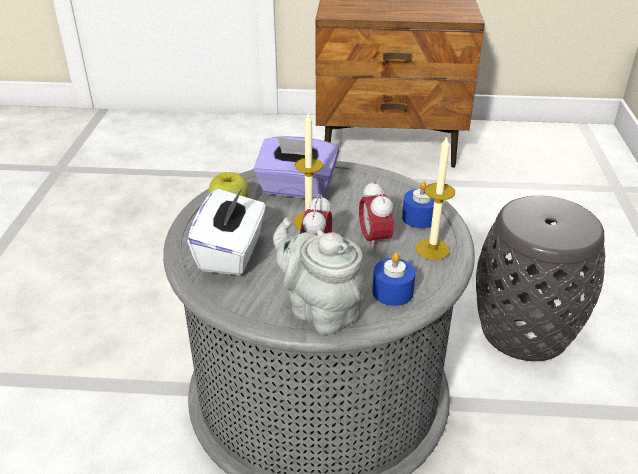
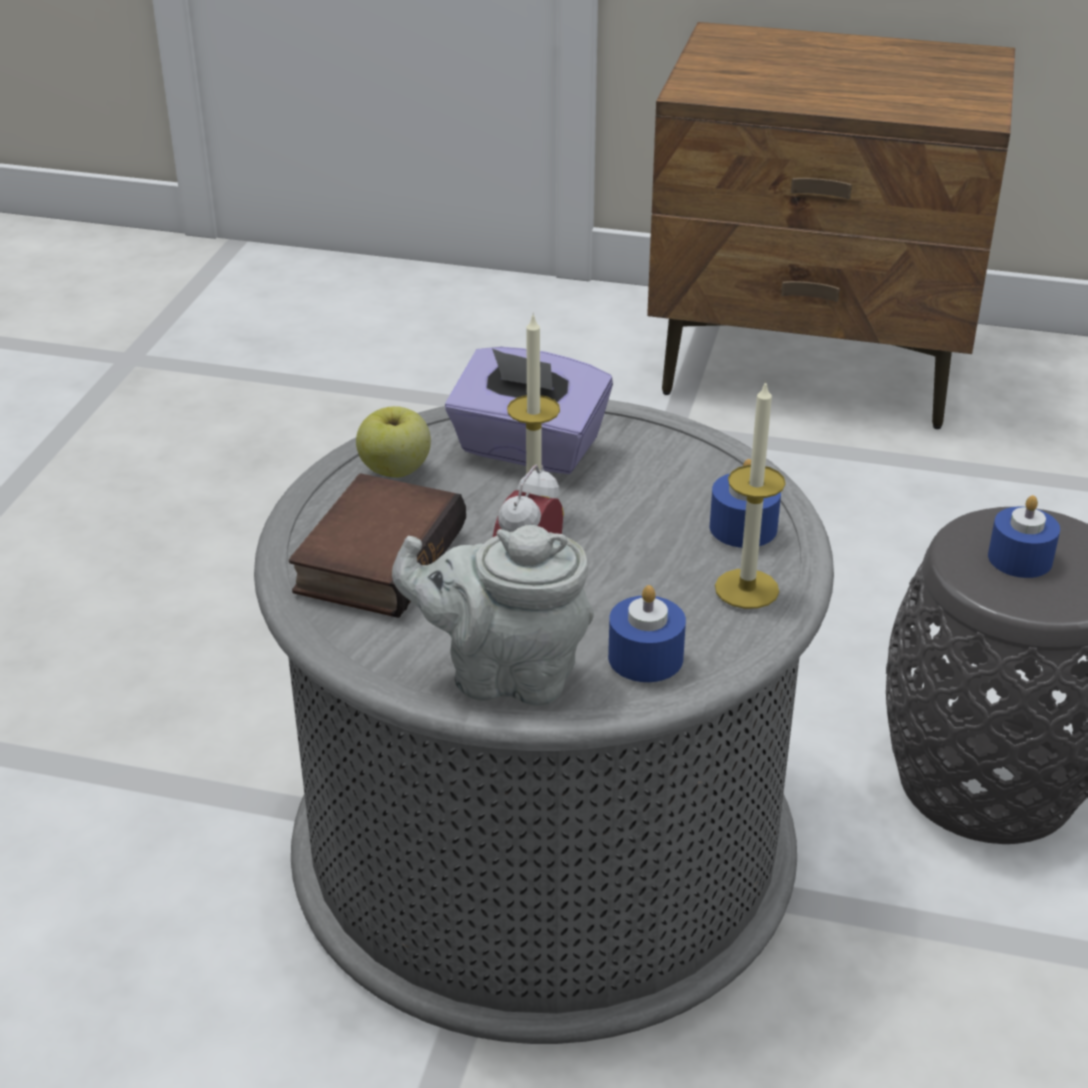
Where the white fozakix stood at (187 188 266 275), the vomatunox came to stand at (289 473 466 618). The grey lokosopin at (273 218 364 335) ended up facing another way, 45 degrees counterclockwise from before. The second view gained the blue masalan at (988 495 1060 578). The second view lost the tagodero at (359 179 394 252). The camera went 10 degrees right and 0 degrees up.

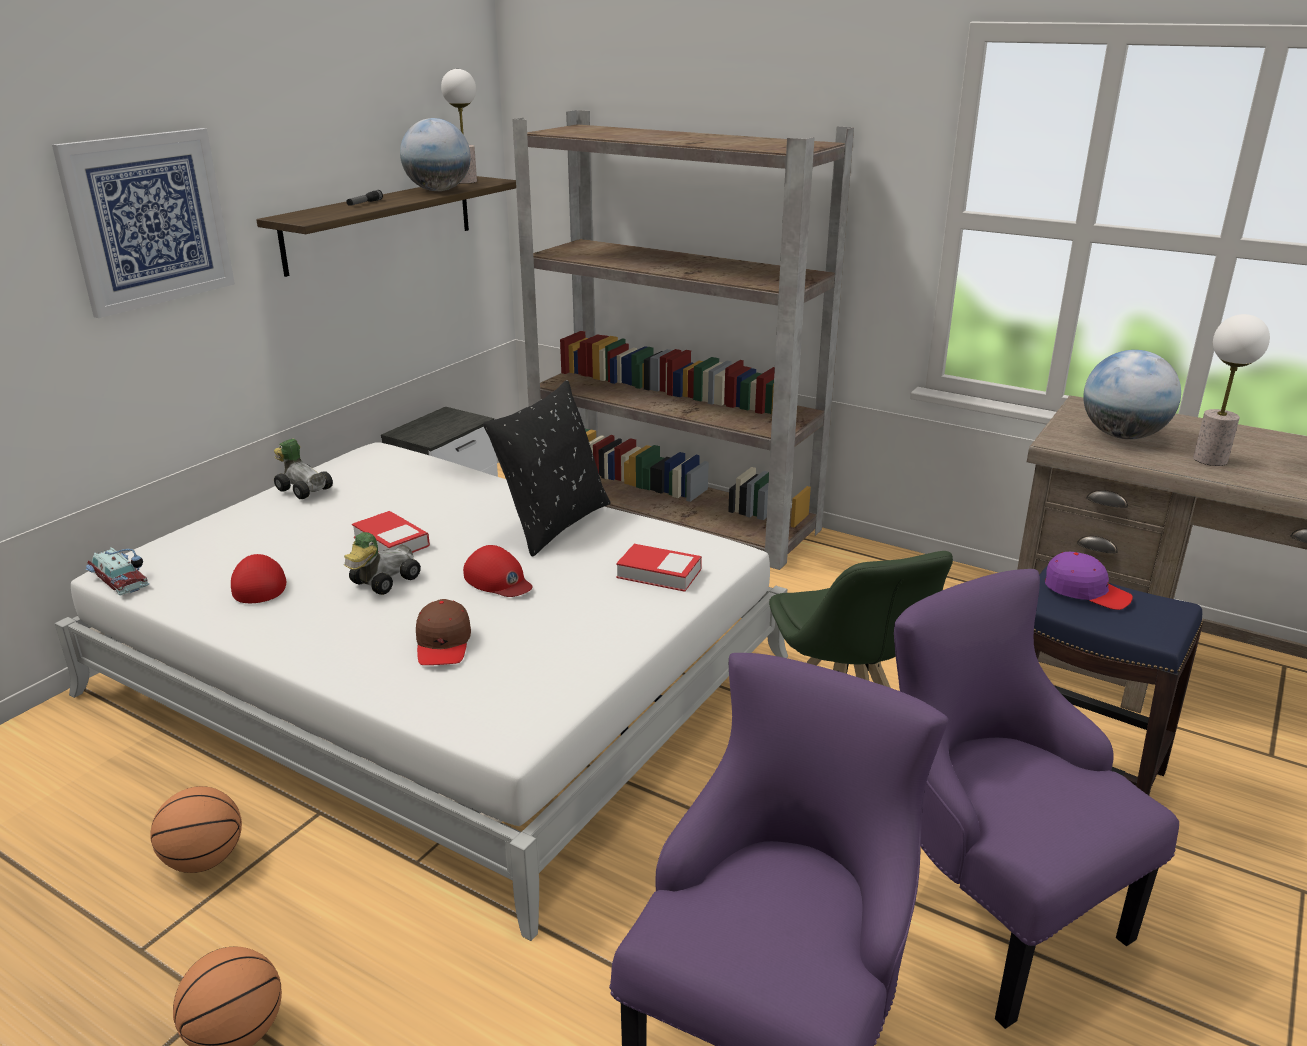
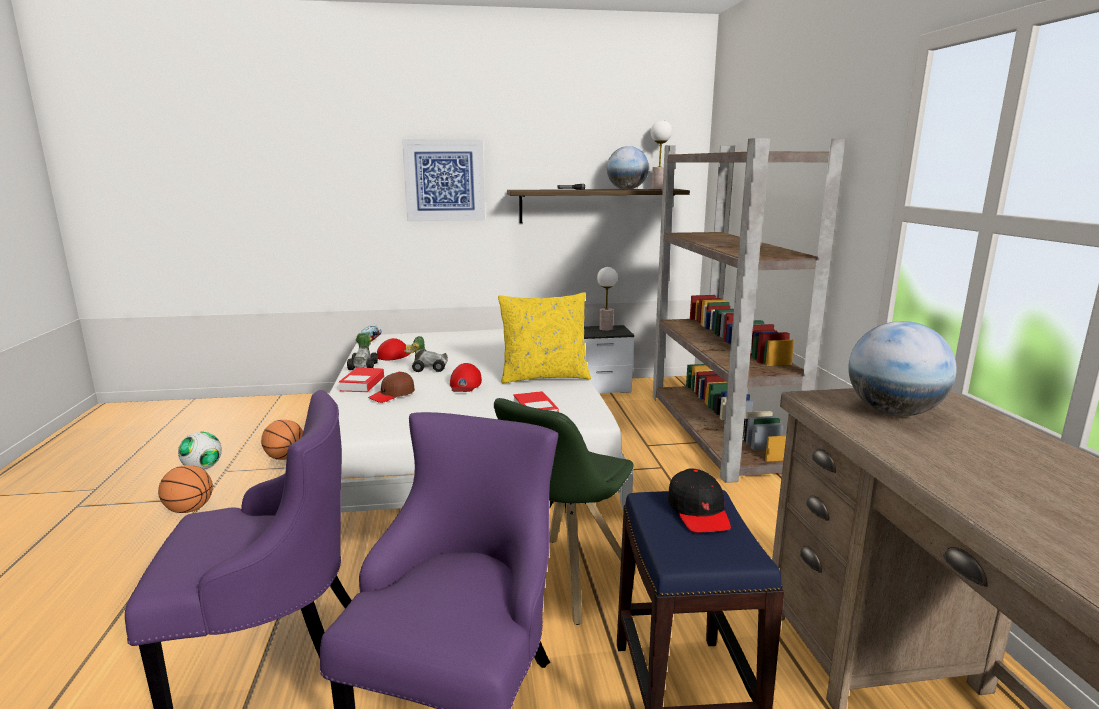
The second view gained the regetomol at (178 432 222 470). The vomatunox ended up elsewhere, having gone from (352 511 430 553) to (339 368 384 392). The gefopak ended up elsewhere, having gone from (274 439 333 499) to (347 333 378 370). What was the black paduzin at (483 380 610 556) turned into the yellow paduzin at (498 292 591 384). The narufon ended up elsewhere, having gone from (1193 314 1270 466) to (597 267 618 331). What was the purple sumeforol at (1045 552 1133 610) turned into the black sumeforol at (668 468 731 533). The camera went 50 degrees right and 10 degrees down.

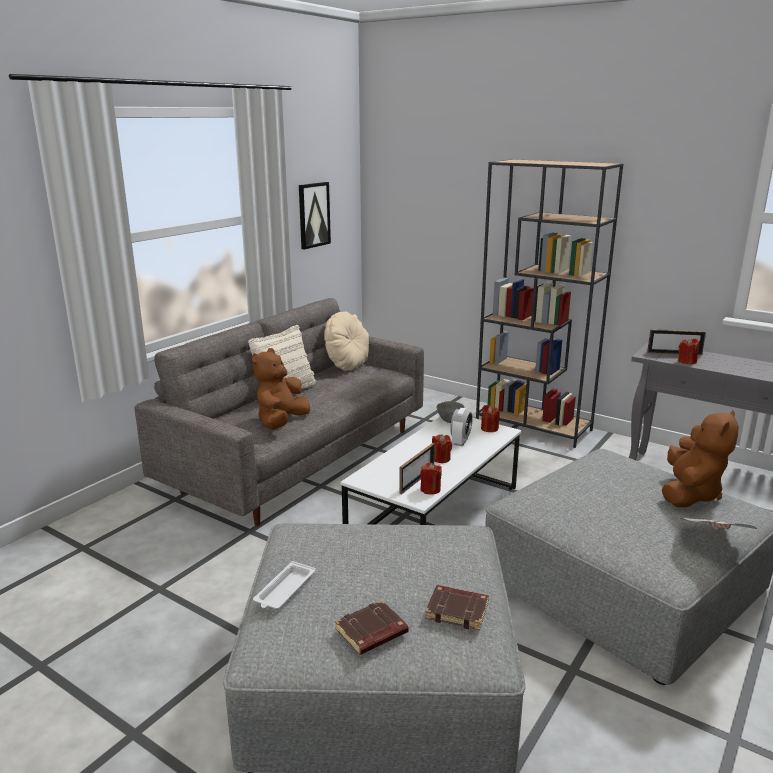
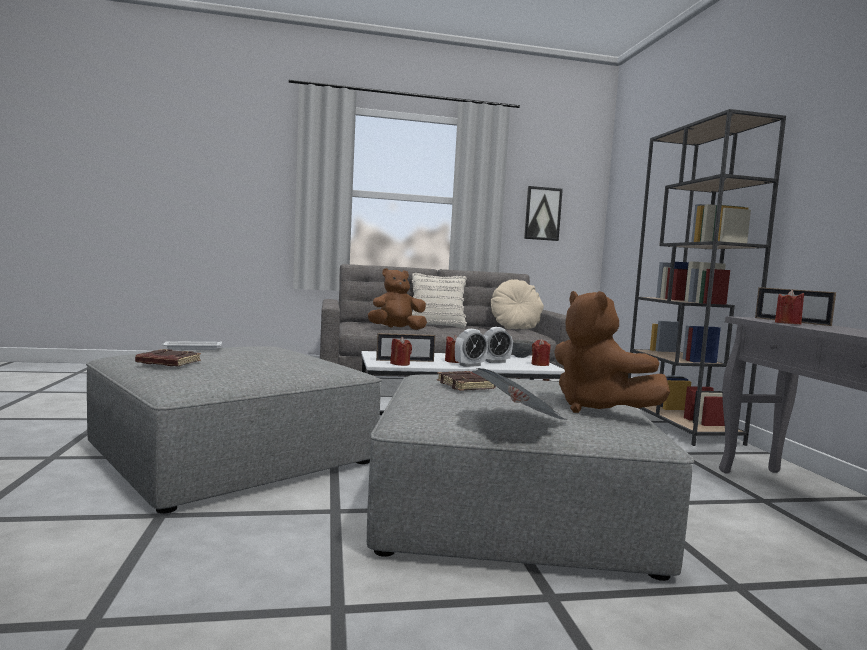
The brown vomatunox ended up elsewhere, having gone from (425 585 489 630) to (437 371 496 391). The second view gained the tagodero at (455 329 488 367). The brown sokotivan at (662 410 739 507) ended up facing another way, 75 degrees clockwise from before. The camera went 45 degrees right and 15 degrees down.

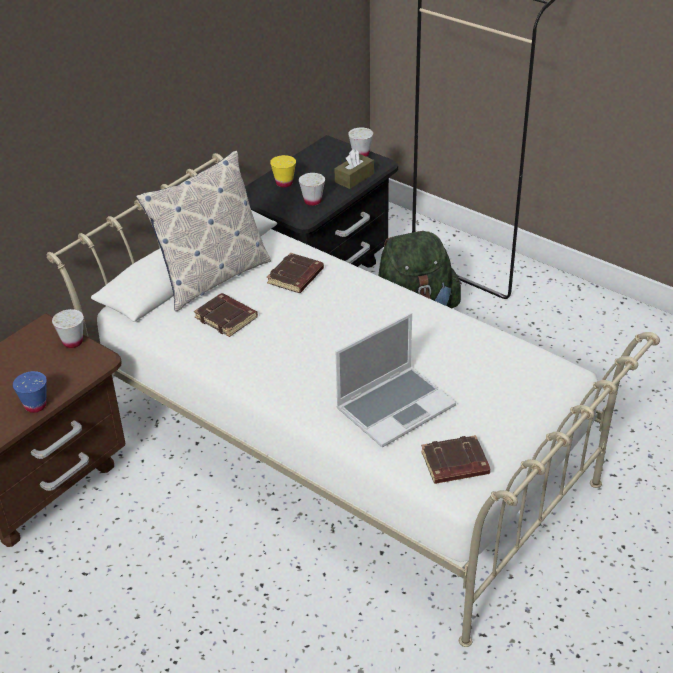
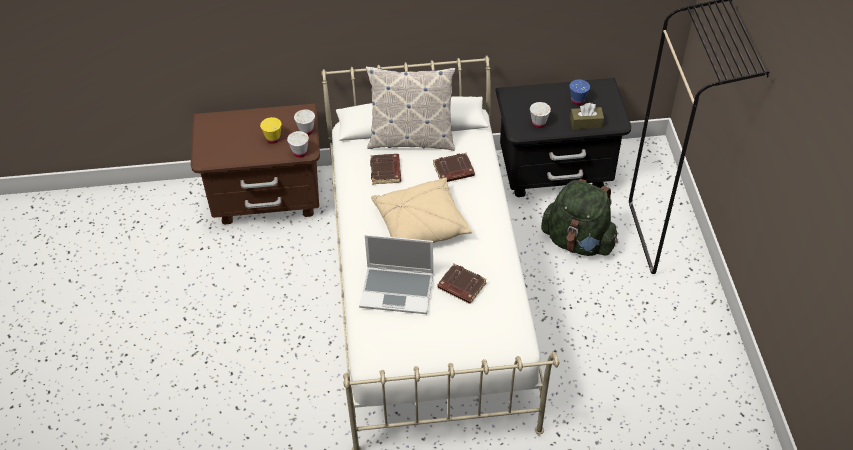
The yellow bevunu ended up elsewhere, having gone from (270 155 296 187) to (260 117 281 144). The white bevunu ended up elsewhere, having gone from (348 128 373 157) to (287 131 309 158). The second view gained the beige paduzin at (371 177 473 243). The brown vomatunox ended up elsewhere, having gone from (421 435 490 484) to (437 264 487 304). The blue bevunu ended up elsewhere, having gone from (13 371 47 413) to (570 79 590 105). The camera went 45 degrees right and 10 degrees up.

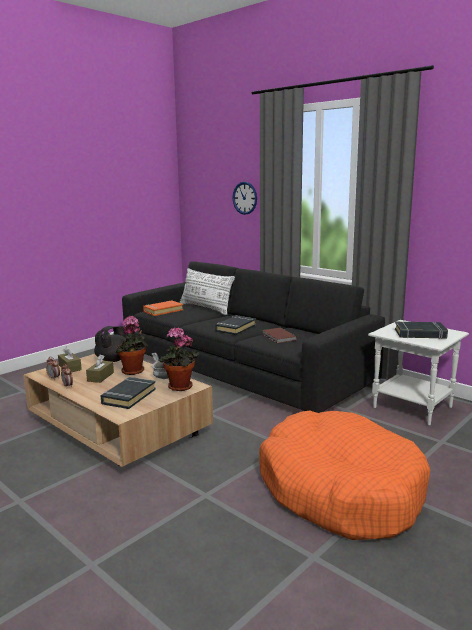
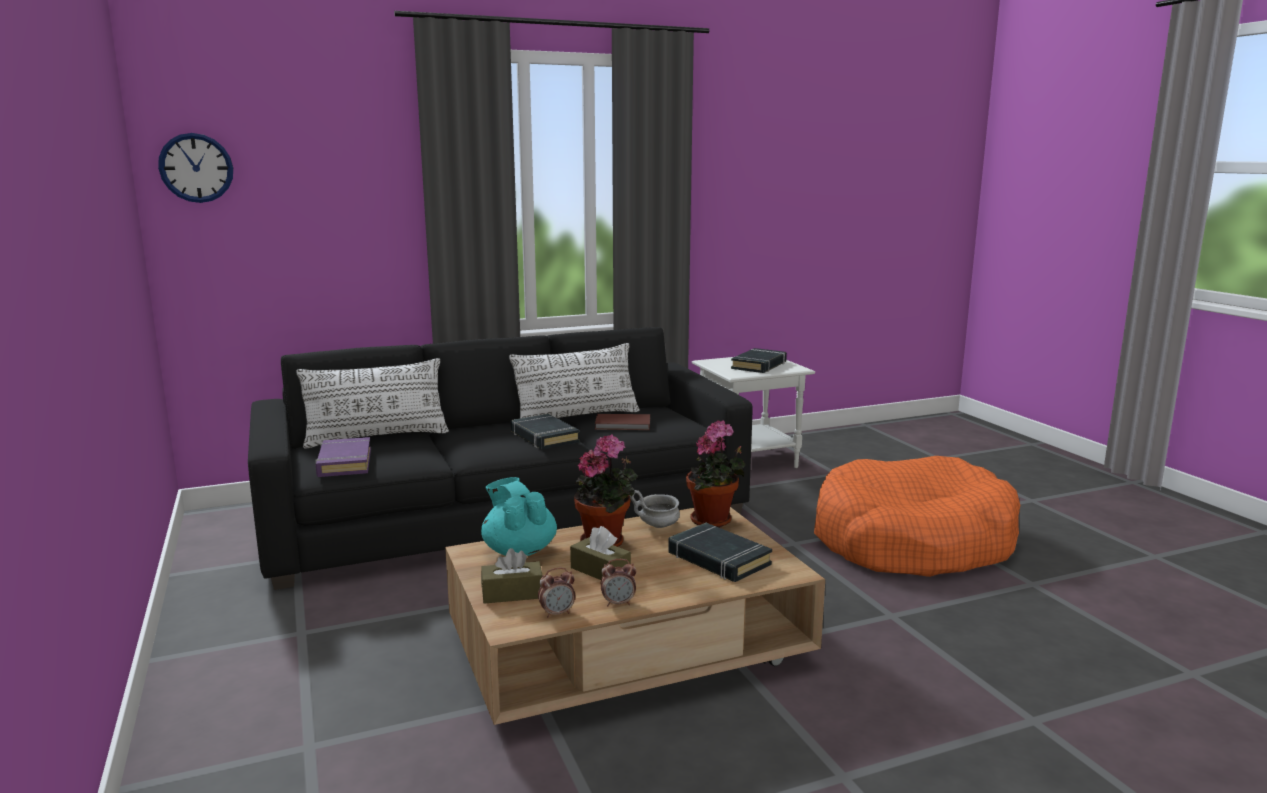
The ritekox ended up elsewhere, having gone from (232 182 257 215) to (158 133 233 203). What was the orange vomatunox at (143 301 183 316) turned into the purple vomatunox at (315 437 371 477). What was the black lokosopin at (94 326 127 362) turned into the turquoise lokosopin at (481 477 557 556). The second view gained the white paduzin at (509 343 640 418). The camera went 65 degrees left and 0 degrees up.

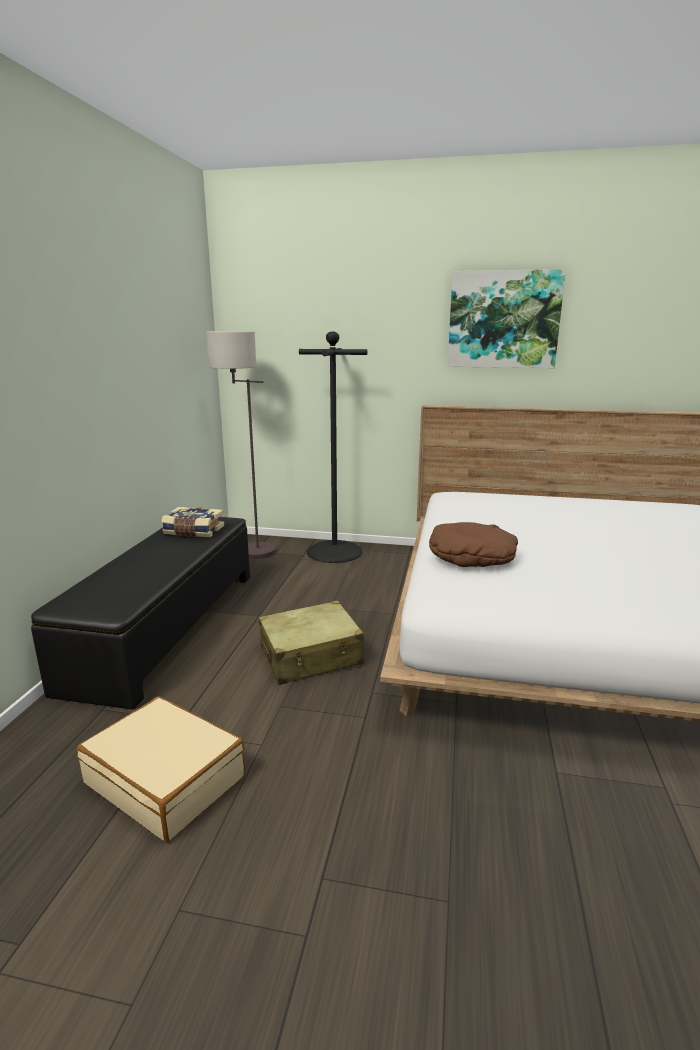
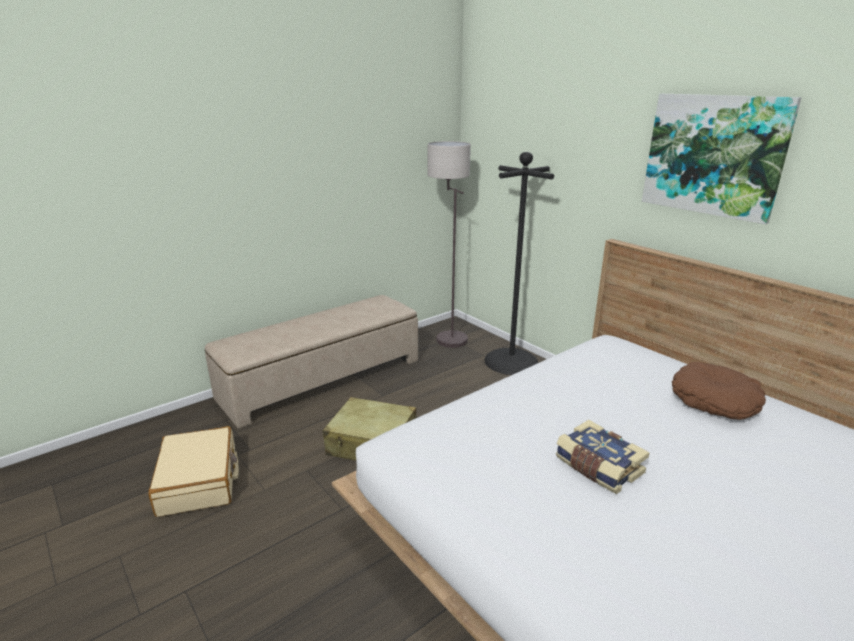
What was the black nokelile at (31 517 250 710) turned into the beige nokelile at (205 295 418 428). The vomatunox ended up elsewhere, having gone from (161 507 224 537) to (556 420 649 494). The brown paduzin ended up elsewhere, having gone from (429 522 518 567) to (672 362 766 420). The camera went 40 degrees right and 5 degrees up.

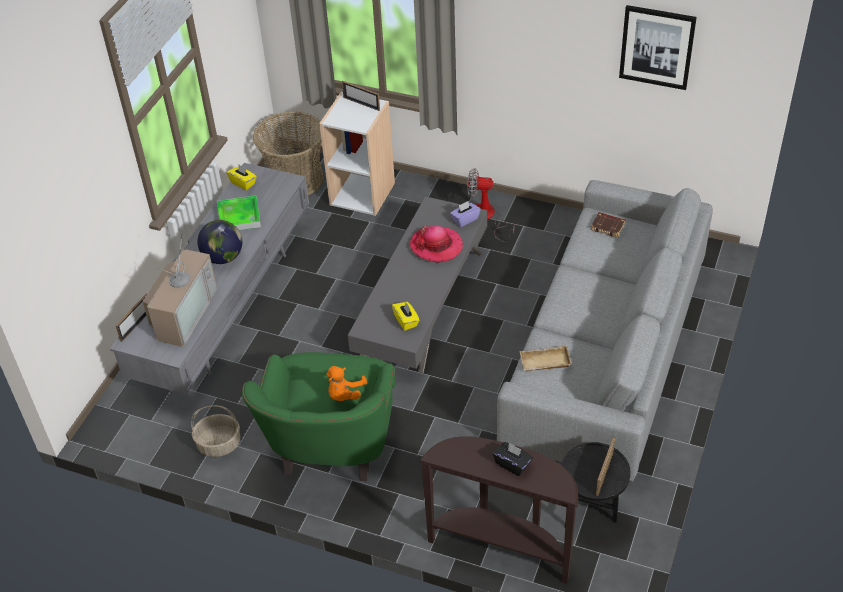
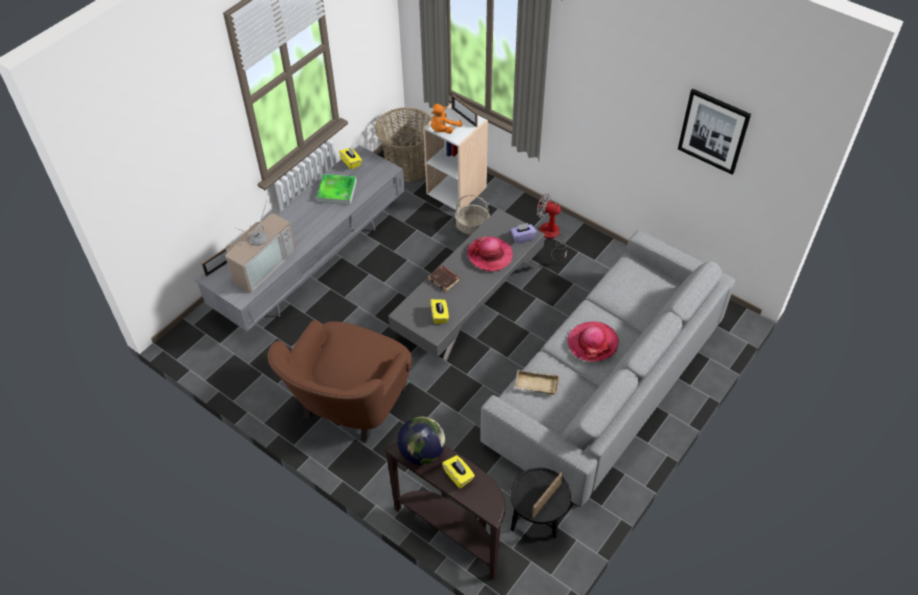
What was the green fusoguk at (242 352 396 481) turned into the brown fusoguk at (267 320 412 442). The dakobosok ended up elsewhere, having gone from (197 220 242 264) to (398 417 445 465). The brown vomatunox ended up elsewhere, having gone from (591 212 626 238) to (428 265 460 292). The orange sokotivan ended up elsewhere, having gone from (327 366 367 401) to (431 104 462 134). What was the black fozakix at (493 442 533 476) turned into the yellow fozakix at (442 455 475 488). The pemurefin ended up elsewhere, having gone from (191 405 241 457) to (455 195 490 235). The second view gained the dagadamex at (567 321 619 361). The camera went 15 degrees right and 5 degrees up.

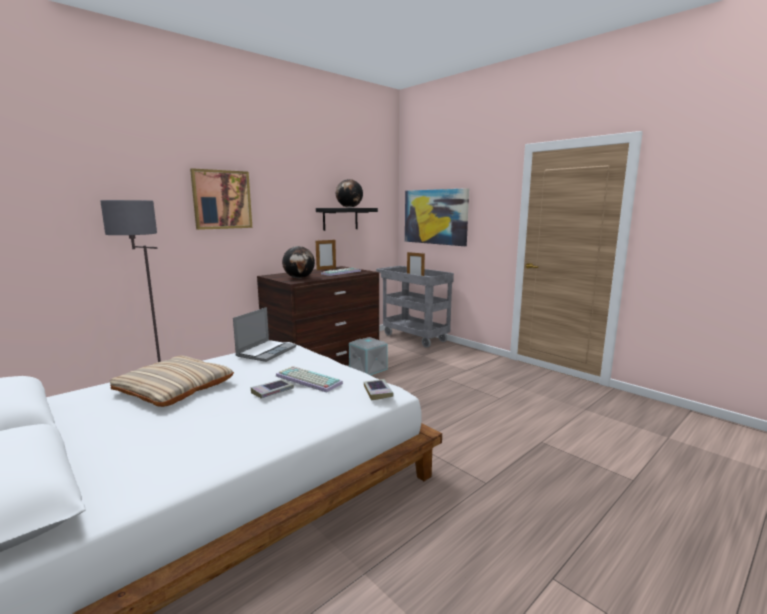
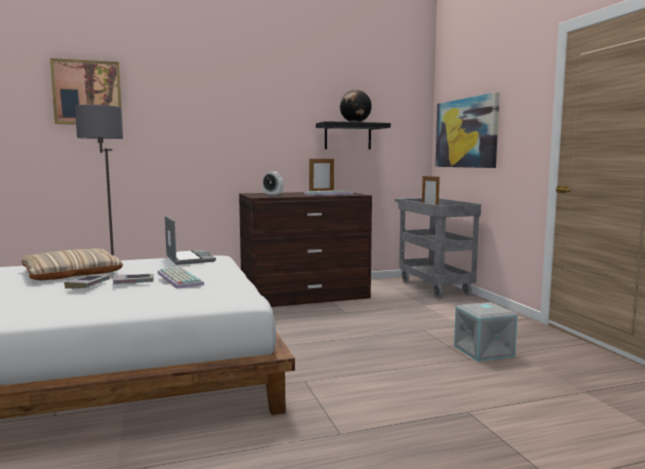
The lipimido ended up elsewhere, having gone from (190 168 252 230) to (50 58 123 125). The vomatunox ended up elsewhere, having gone from (364 379 394 400) to (64 275 110 289). The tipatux at (233 307 296 362) ended up facing another way, 75 degrees counterclockwise from before. Where the dakobosok stood at (282 246 315 278), the tagodero came to stand at (262 172 284 196). The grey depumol ended up elsewhere, having gone from (349 337 388 375) to (454 302 518 362). The camera went 25 degrees right and 5 degrees down.

